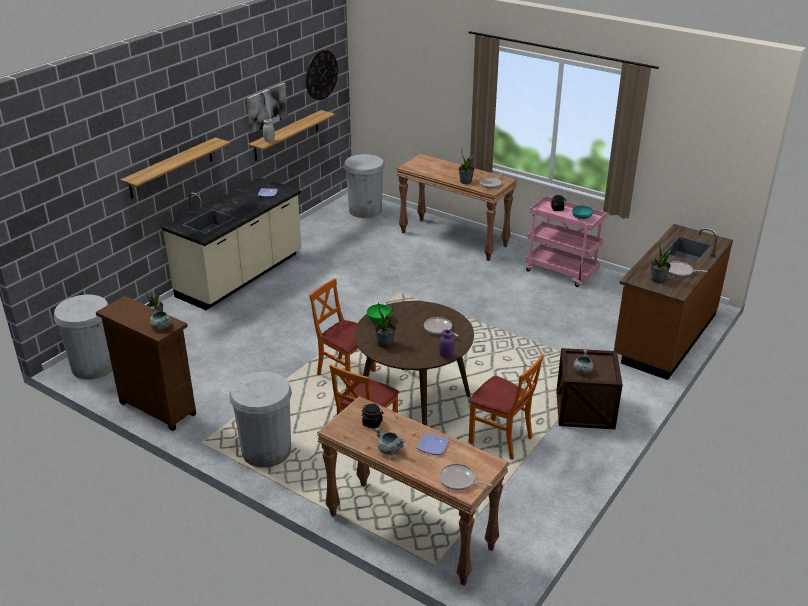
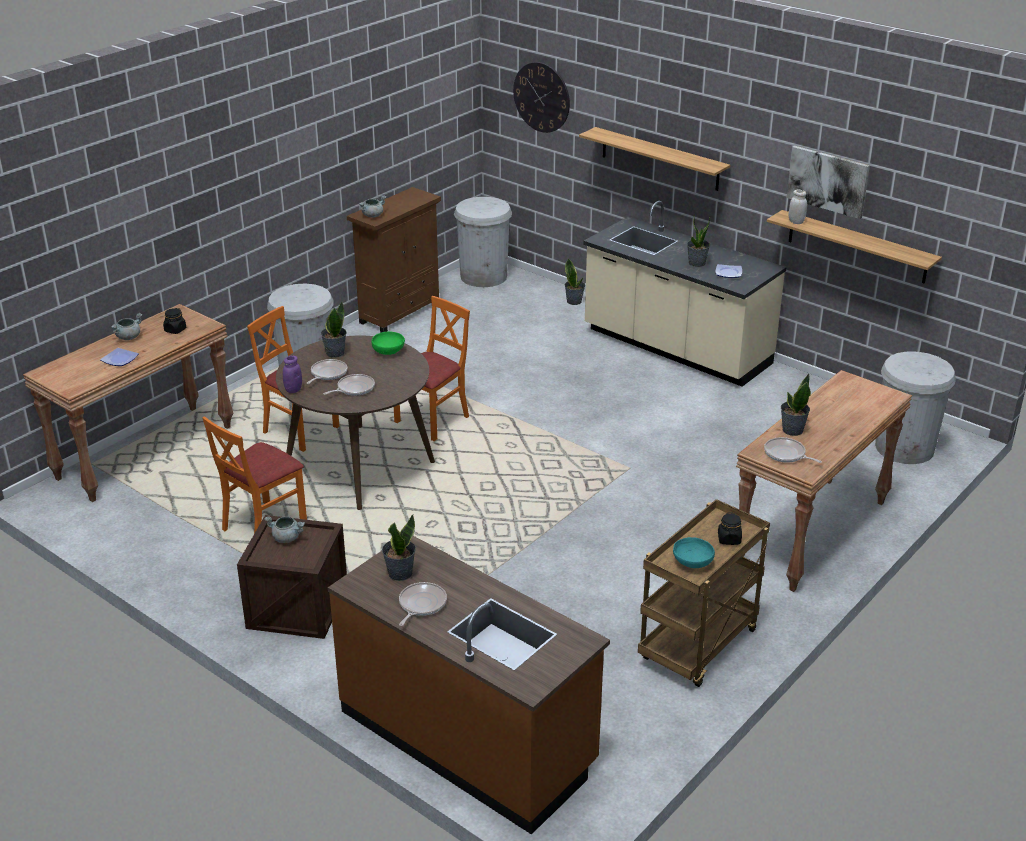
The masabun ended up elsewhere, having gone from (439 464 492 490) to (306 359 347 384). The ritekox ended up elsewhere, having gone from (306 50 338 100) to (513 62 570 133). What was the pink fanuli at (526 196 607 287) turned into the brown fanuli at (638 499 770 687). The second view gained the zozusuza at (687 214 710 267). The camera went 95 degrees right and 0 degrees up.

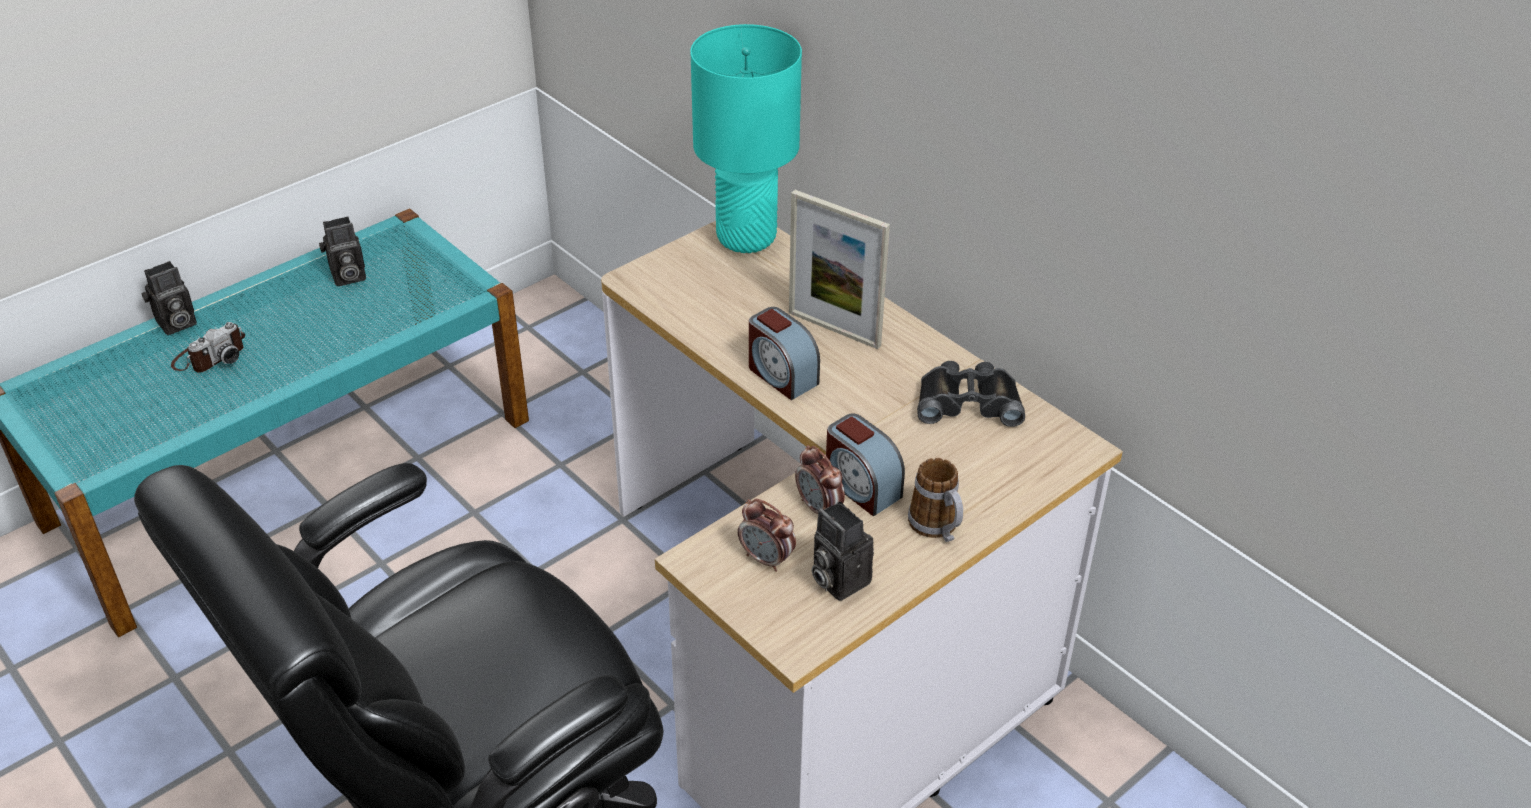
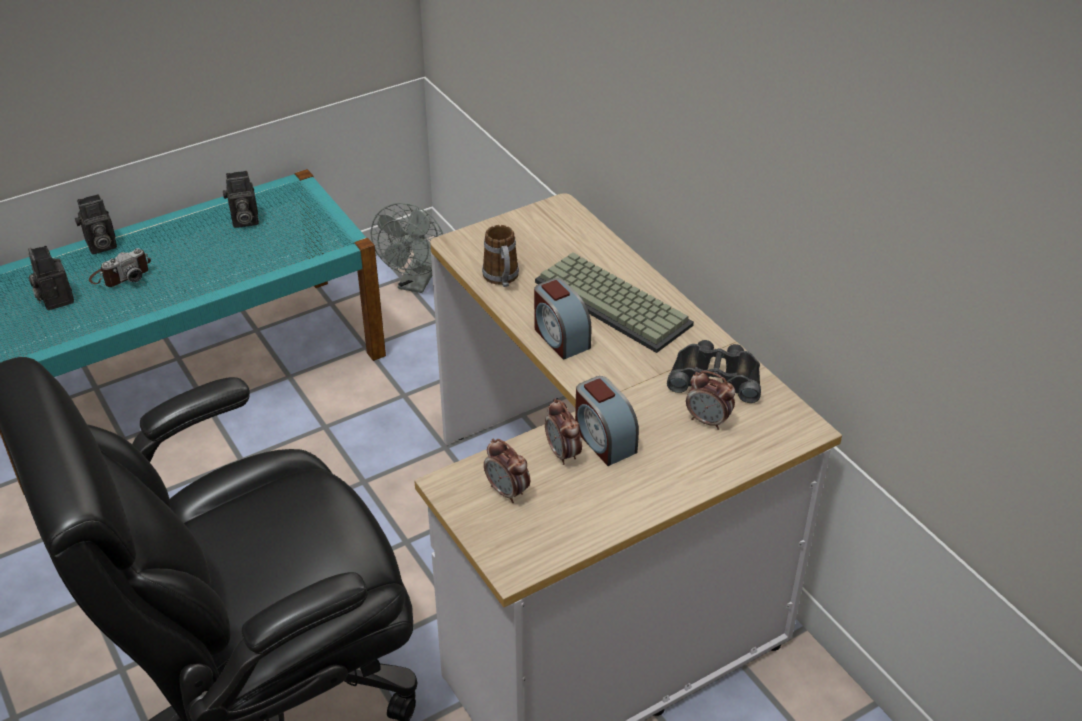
The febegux ended up elsewhere, having gone from (811 501 874 601) to (28 246 74 310). The second view gained the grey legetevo at (371 203 443 293). The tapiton ended up elsewhere, having gone from (908 458 963 542) to (482 225 519 287). Where the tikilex stood at (789 190 890 349), the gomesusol came to stand at (535 252 694 353). The second view gained the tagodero at (686 371 735 430). The second view lost the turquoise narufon at (690 24 802 253). The camera went 10 degrees right and 0 degrees up.

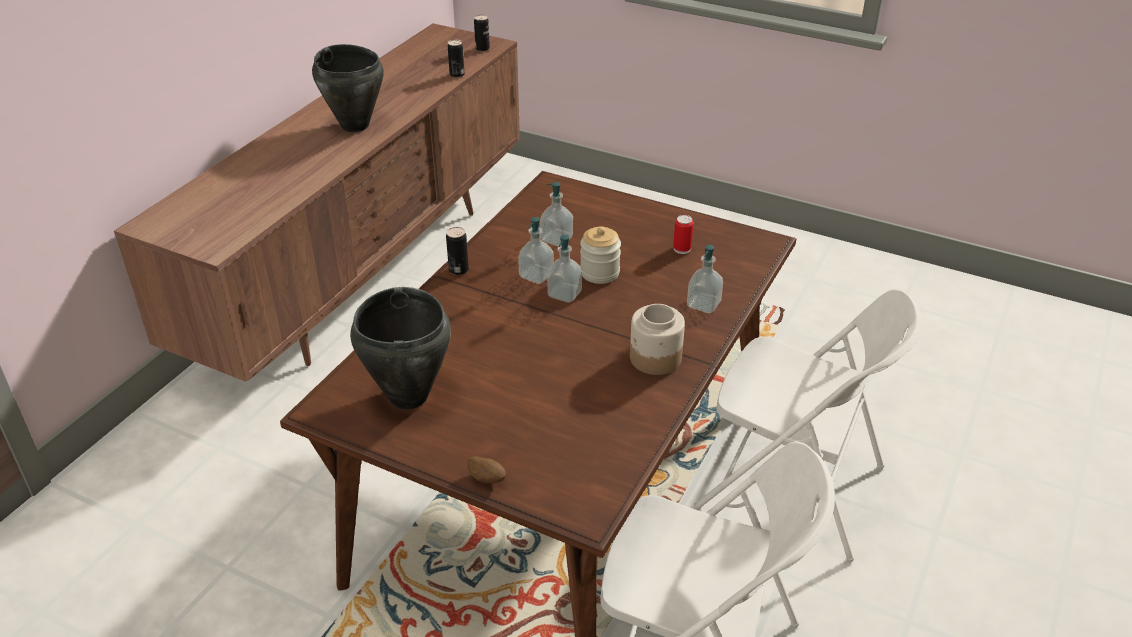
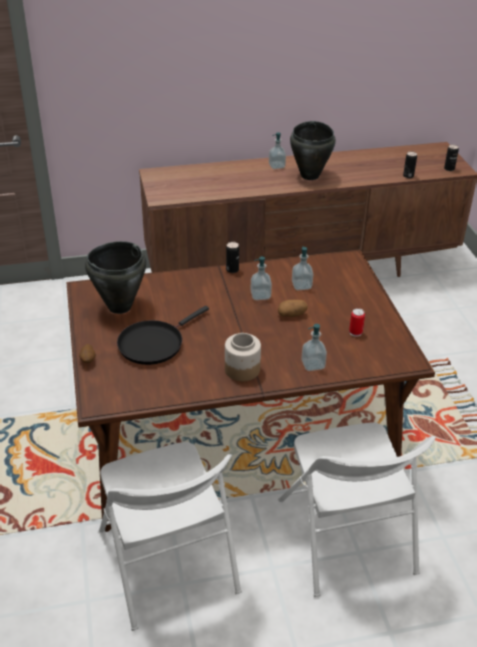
The second view gained the black masabun at (117 306 209 365). The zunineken ended up elsewhere, having gone from (547 235 582 303) to (269 132 286 169). Where the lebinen stood at (580 227 621 284), the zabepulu came to stand at (278 300 307 317). The camera went 50 degrees right and 0 degrees up.

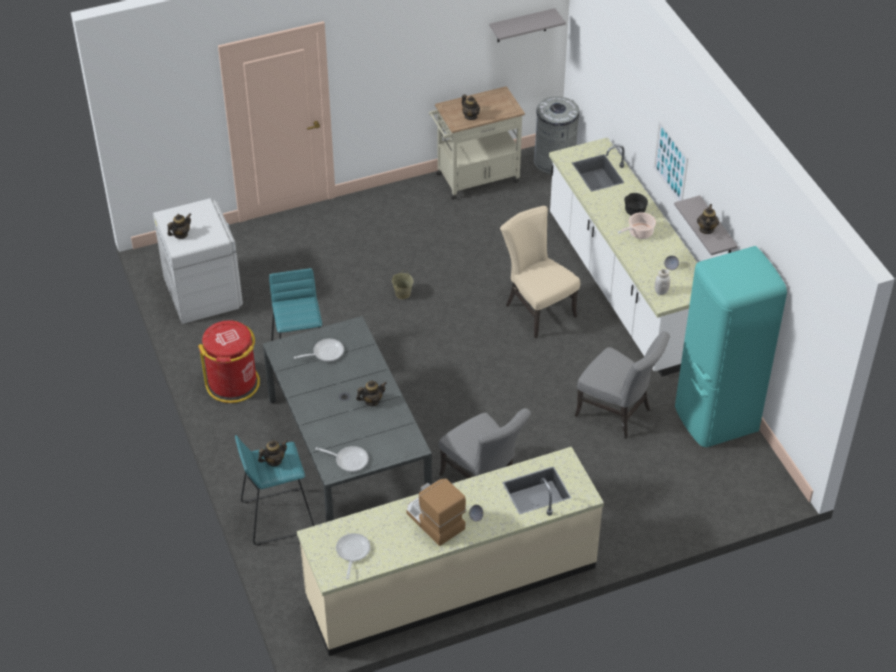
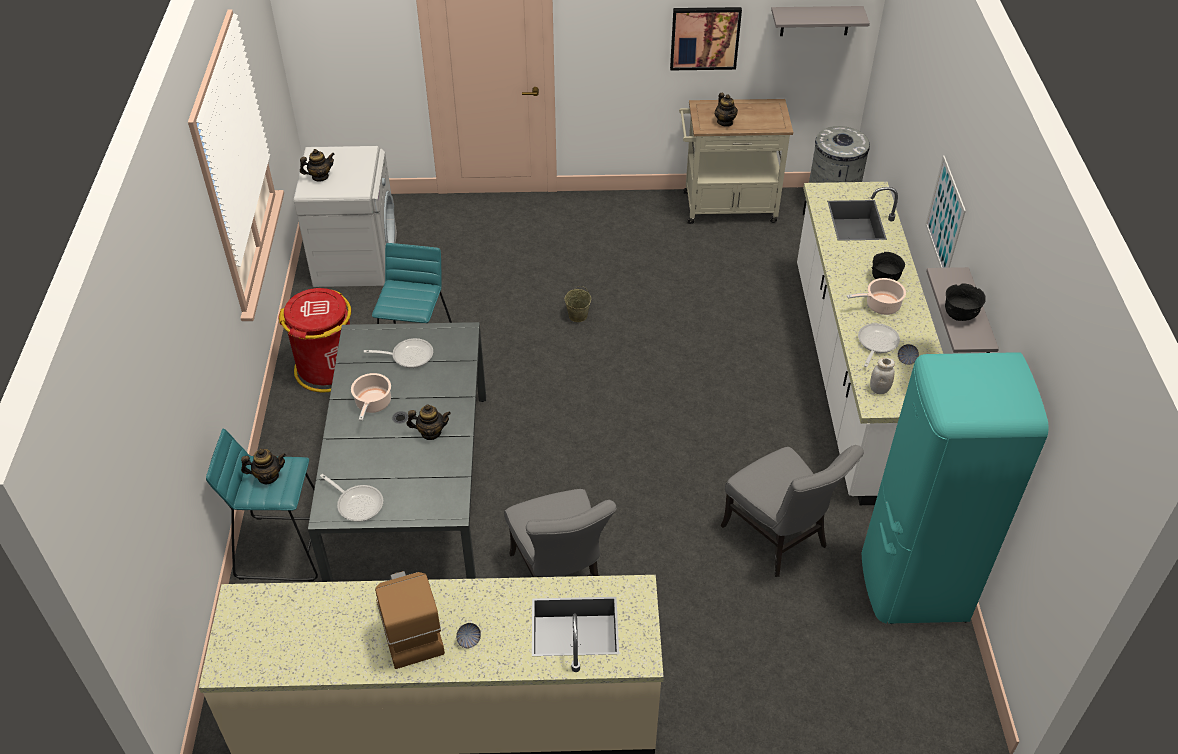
The second view gained the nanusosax at (351 373 391 421). The second view gained the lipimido at (670 7 742 70). The masabun ended up elsewhere, having gone from (336 533 370 579) to (858 323 900 367). Where the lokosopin stood at (697 204 719 234), the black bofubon came to stand at (945 283 986 321). The second view lost the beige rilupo at (500 206 580 339). The camera went 20 degrees right and 0 degrees up.

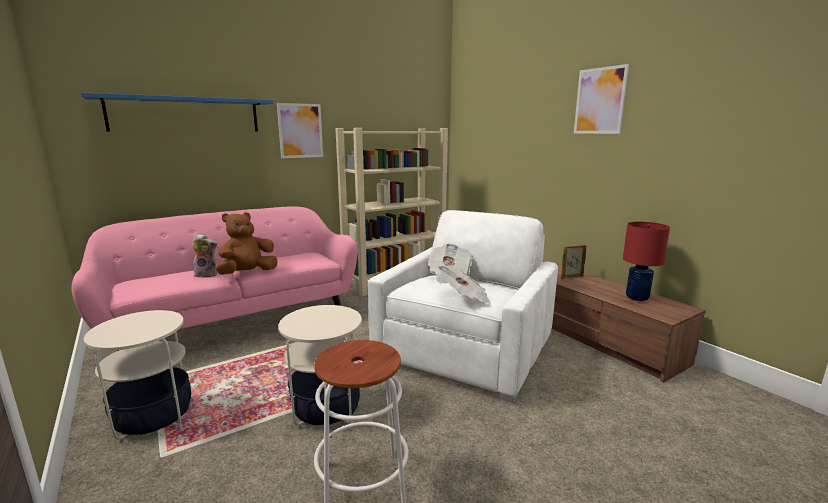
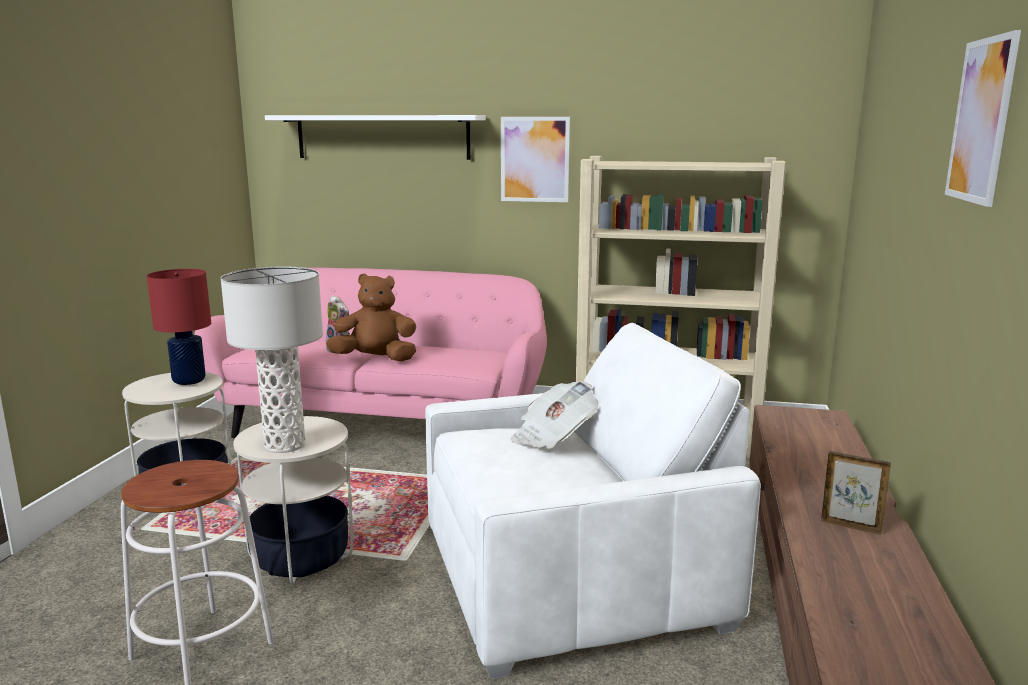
The red narufon ended up elsewhere, having gone from (623 222 670 301) to (147 269 211 385). The second view gained the white narufon at (221 267 323 453). What was the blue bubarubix at (81 92 274 132) turned into the white bubarubix at (265 115 486 160). The second view lost the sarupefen at (437 265 491 303). The camera went 45 degrees right and 0 degrees up.

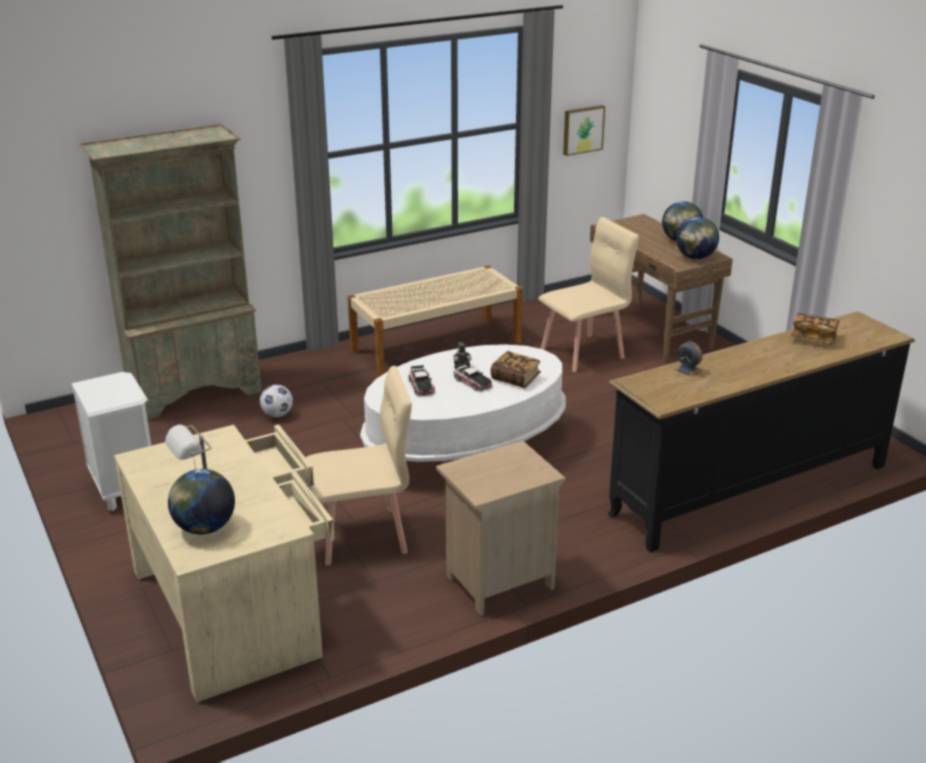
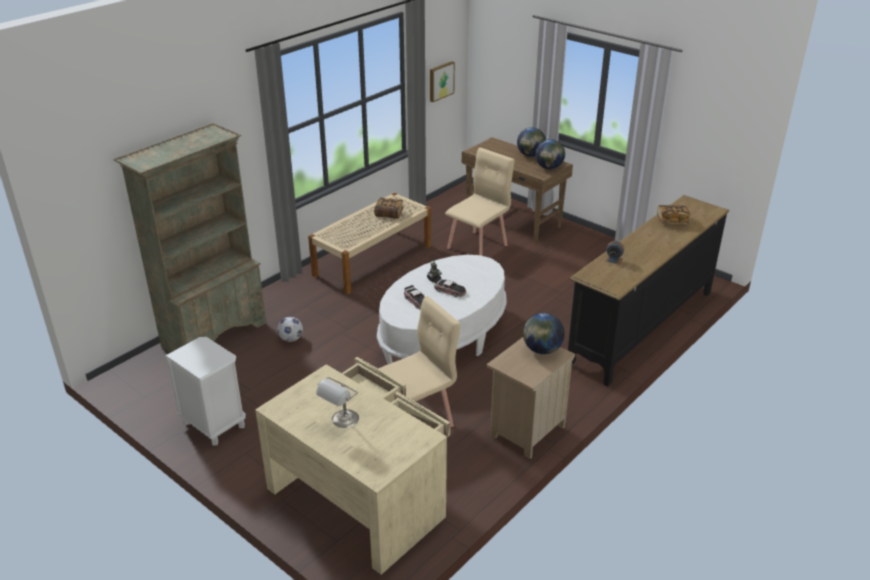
The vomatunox ended up elsewhere, having gone from (491 351 541 388) to (374 197 404 219). The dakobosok ended up elsewhere, having gone from (168 469 235 534) to (523 313 565 354). The camera went 20 degrees left and 5 degrees up.

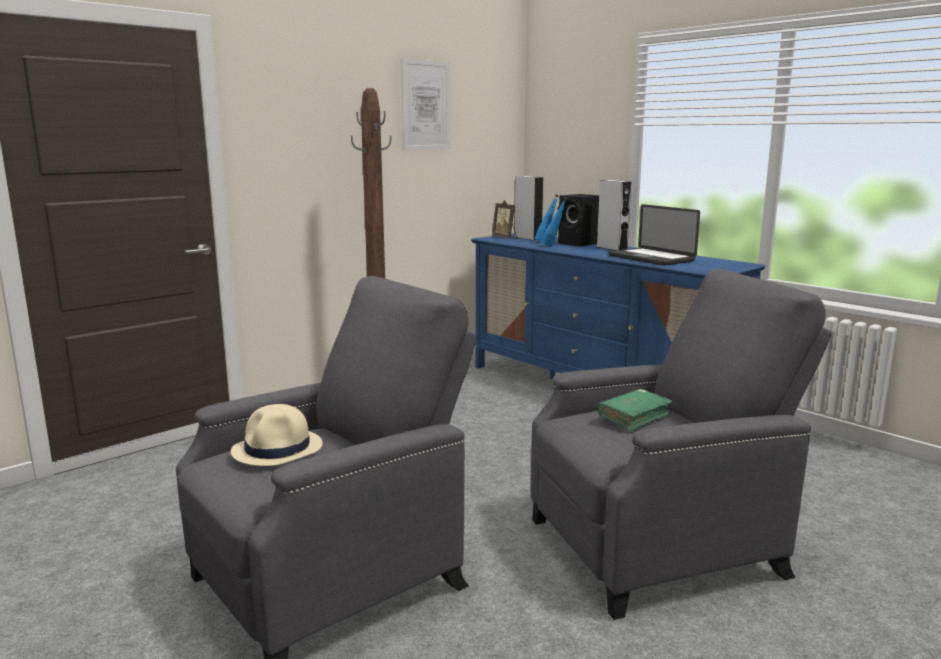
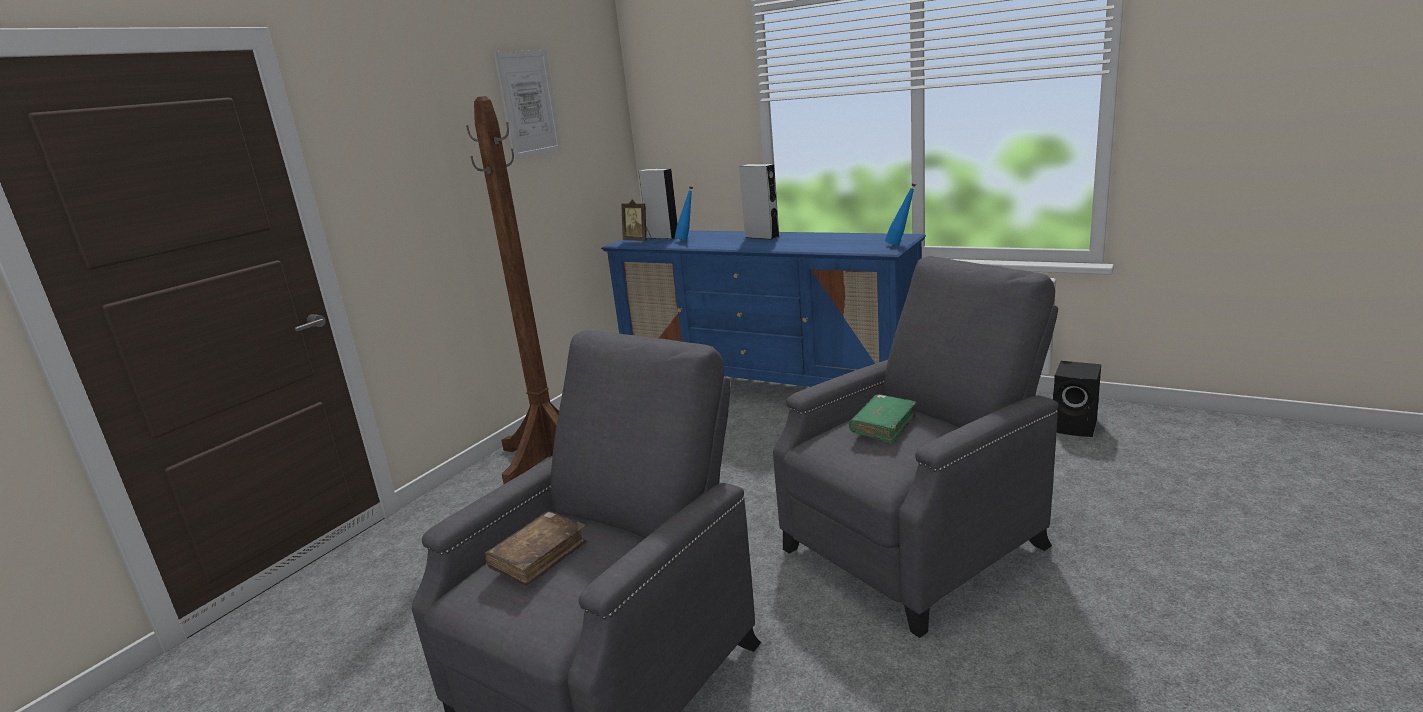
Where the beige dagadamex stood at (231 404 323 466), the brown vomatunox came to stand at (485 511 587 588). The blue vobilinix ended up elsewhere, having gone from (541 197 568 246) to (885 183 916 246). The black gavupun ended up elsewhere, having gone from (558 194 599 247) to (1053 361 1101 437). The second view lost the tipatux at (608 204 700 266). The camera went 15 degrees left and 5 degrees up.

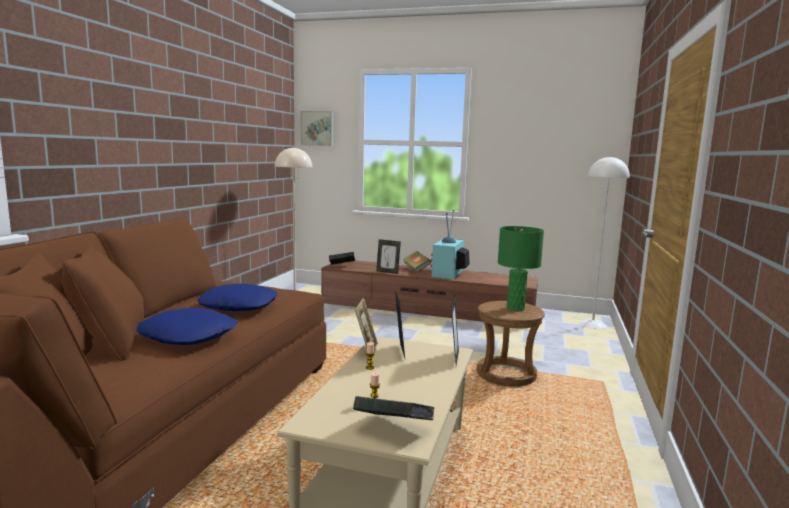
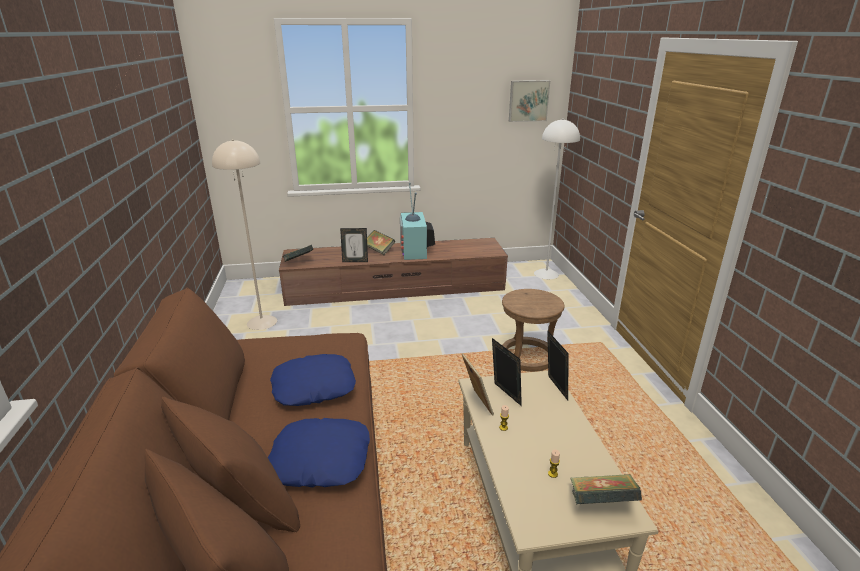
The lipimido ended up elsewhere, having gone from (300 111 333 146) to (509 80 550 122). The second view lost the green narufon at (498 226 544 311). The camera went 25 degrees left and 15 degrees up.

